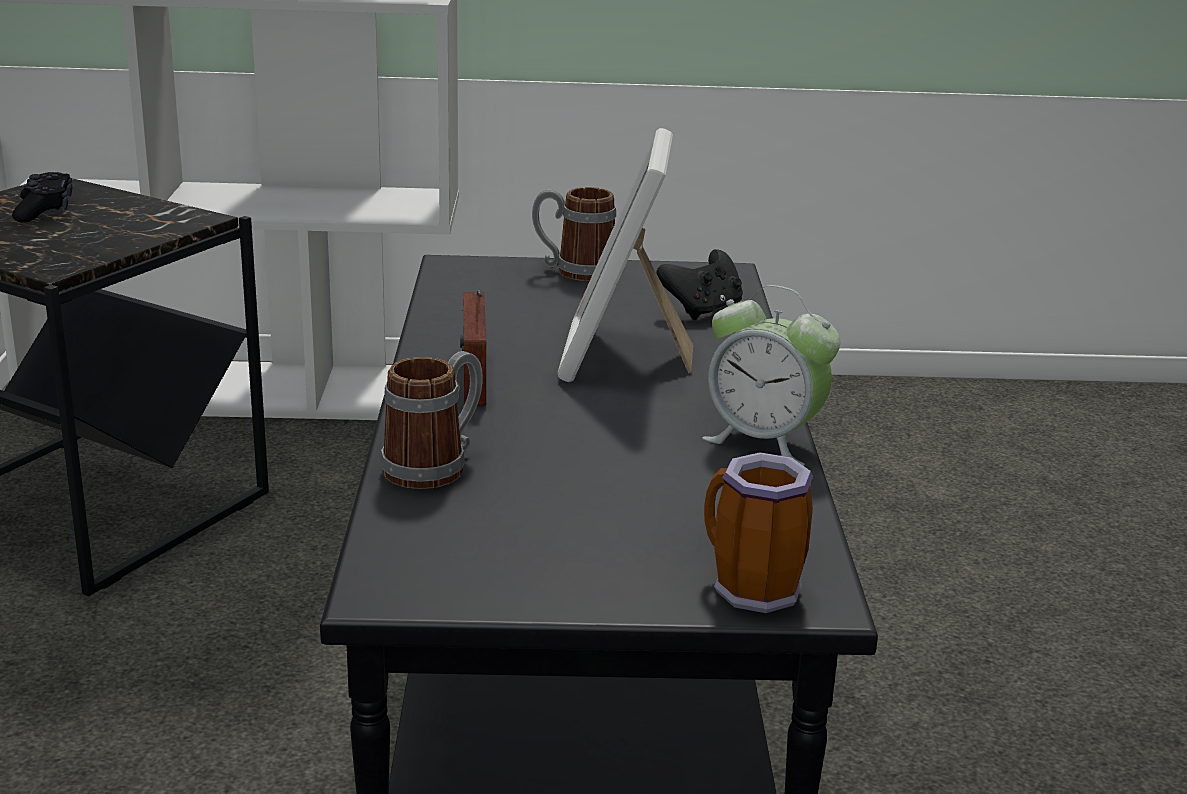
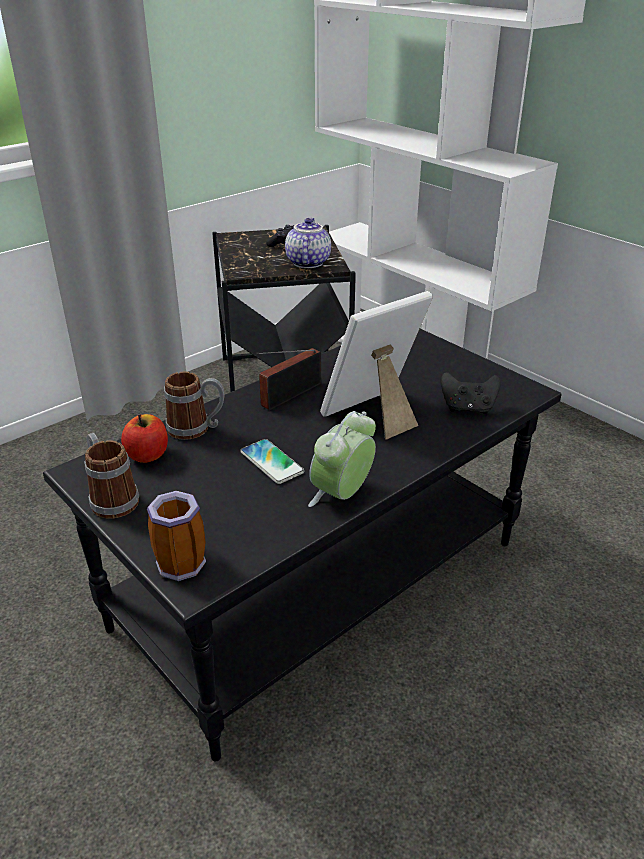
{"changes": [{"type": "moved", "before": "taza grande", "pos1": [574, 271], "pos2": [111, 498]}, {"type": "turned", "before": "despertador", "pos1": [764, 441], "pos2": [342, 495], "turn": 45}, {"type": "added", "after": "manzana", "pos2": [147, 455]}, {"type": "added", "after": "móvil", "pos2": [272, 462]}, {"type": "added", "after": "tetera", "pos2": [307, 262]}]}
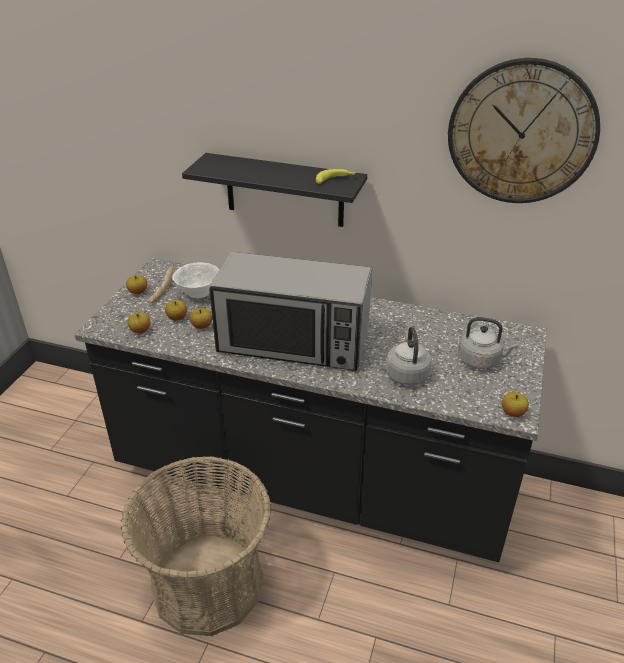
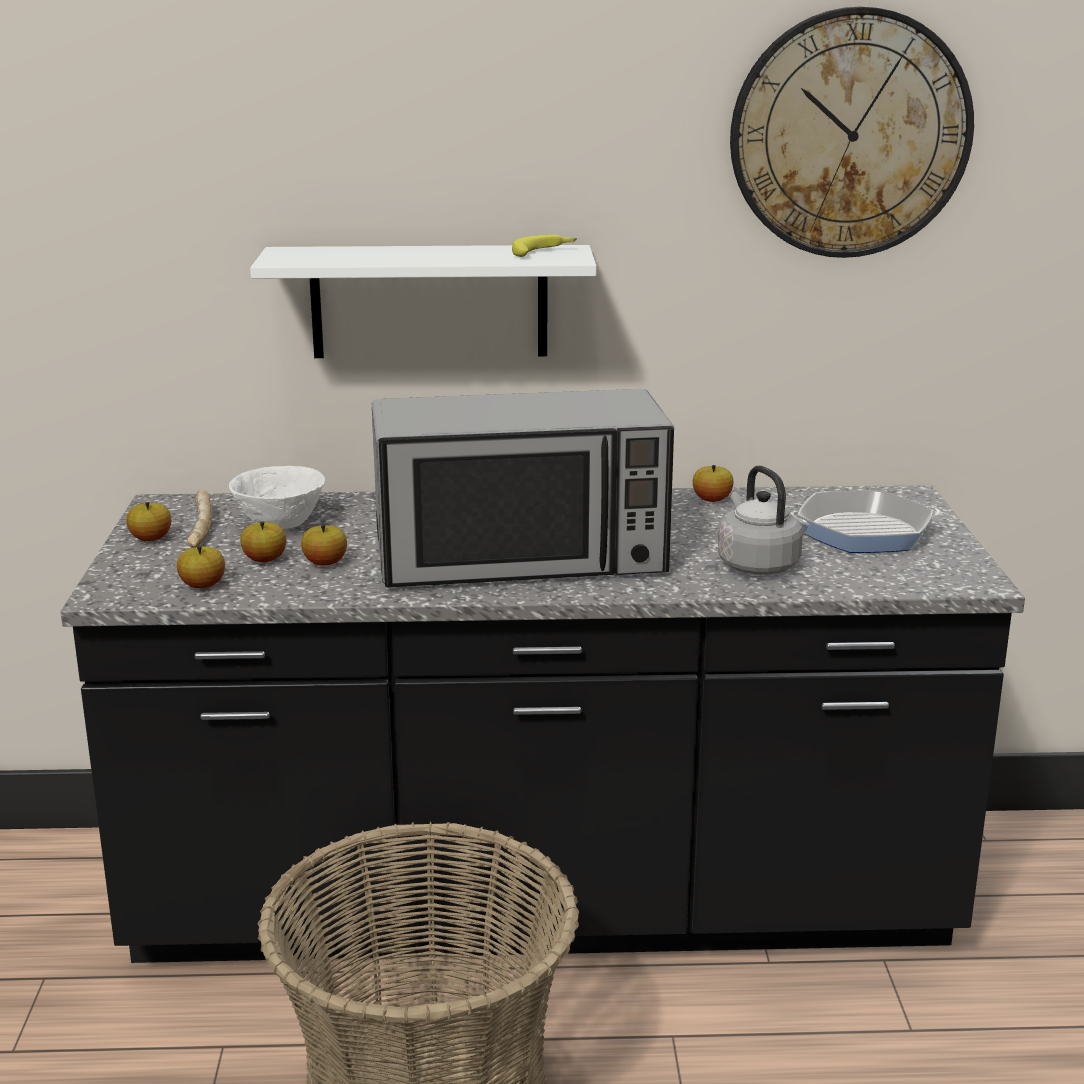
{"changes": [{"type": "recoloured", "before": "estante (negro)", "after": "estante (blanco)", "pos1": [284, 190], "pos2": [429, 301]}, {"type": "replaced", "before": "hervidor (gris)", "after": "sartén", "pos1": [481, 360], "pos2": [863, 532]}, {"type": "moved", "before": "manzana", "pos1": [512, 413], "pos2": [712, 500]}]}
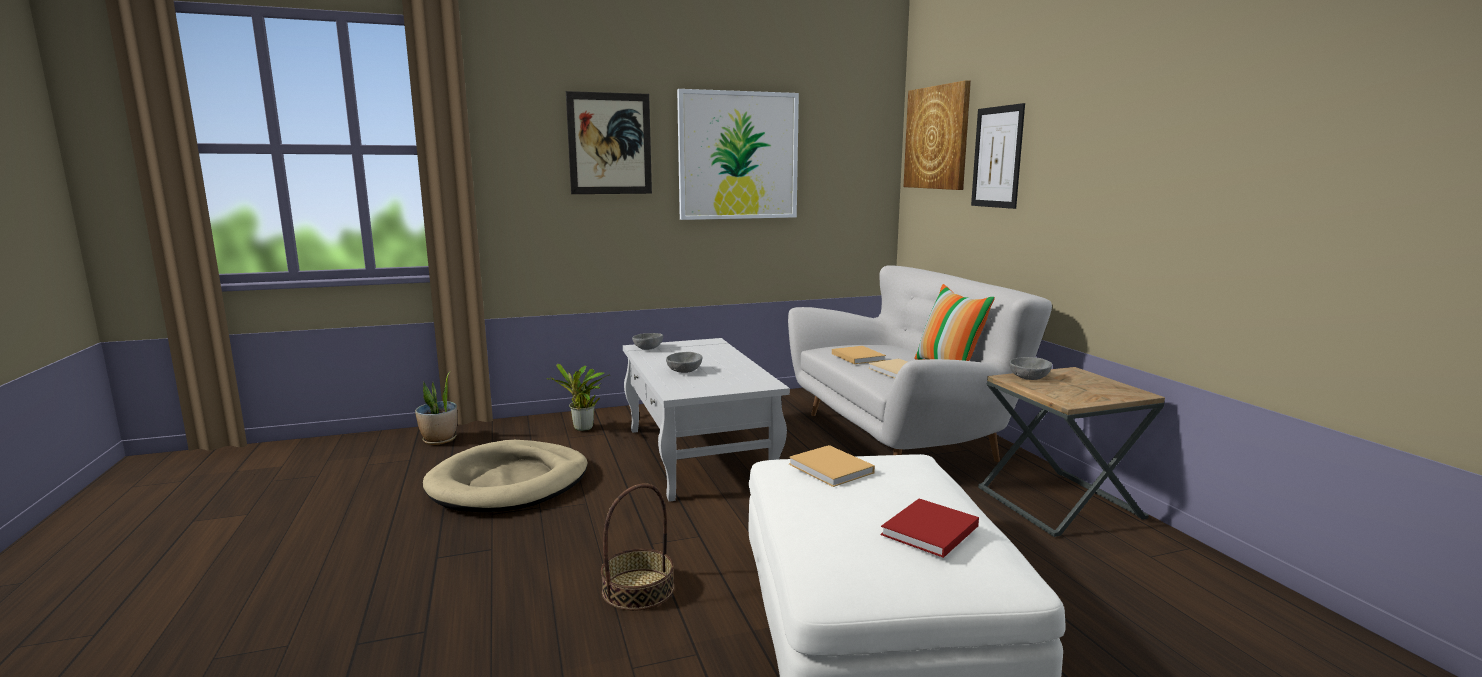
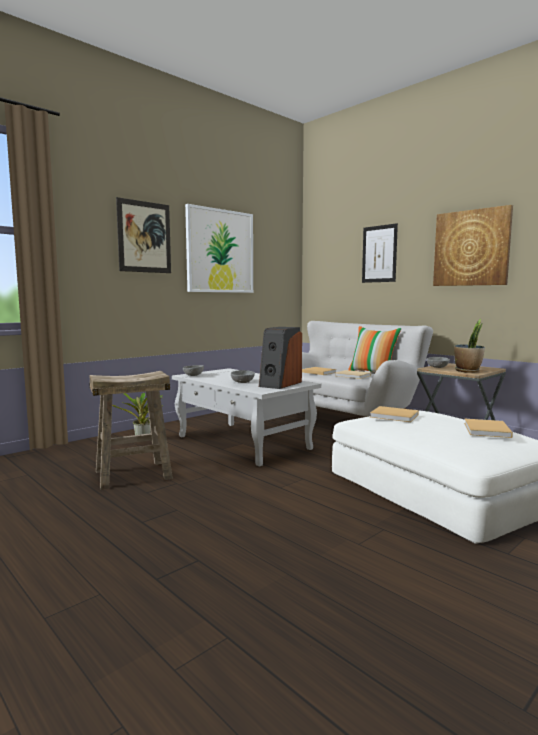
{"changes": [{"type": "moved", "before": "planta en maceta", "pos1": [439, 440], "pos2": [467, 371]}, {"type": "replaced", "before": "cama para perro (beis)", "after": "taburete (beis)", "pos1": [509, 483], "pos2": [133, 474]}, {"type": "removed", "before": "cesta", "pos1": [638, 589]}, {"type": "recoloured", "before": "libro (rojo)", "after": "libro (beis)", "pos1": [928, 531], "pos2": [487, 430]}, {"type": "moved", "before": "cuadro", "pos1": [937, 138], "pos2": [471, 248]}, {"type": "added", "after": "altavoz", "pos2": [280, 384]}]}
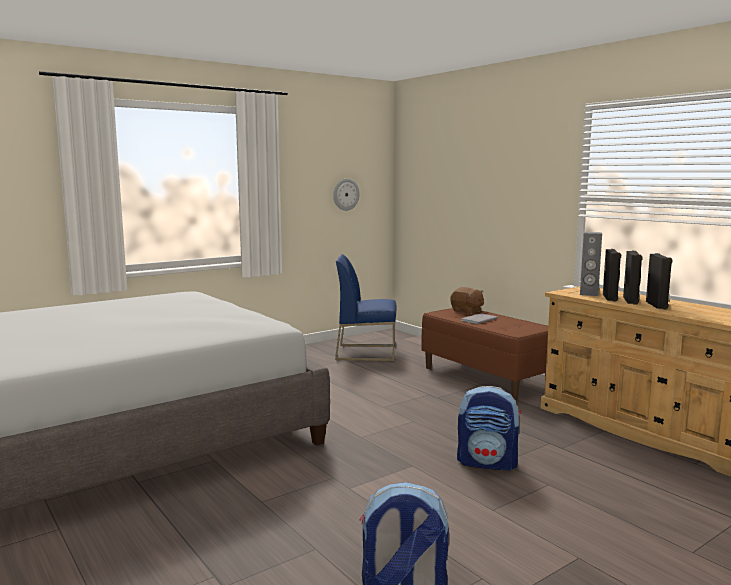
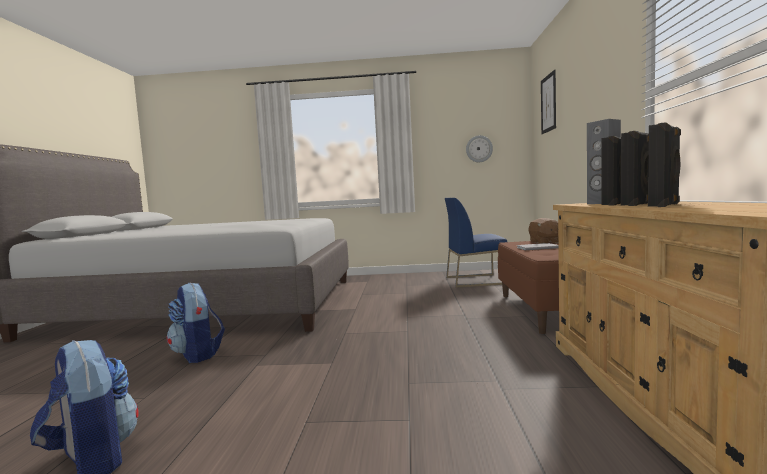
{"changes": [{"type": "turned", "before": "silla (azul)", "pos1": [366, 352], "pos2": [475, 280], "turn": -45}, {"type": "moved", "before": "mochila", "pos1": [487, 463], "pos2": [198, 354]}, {"type": "added", "after": "cuadro", "pos2": [548, 103]}]}
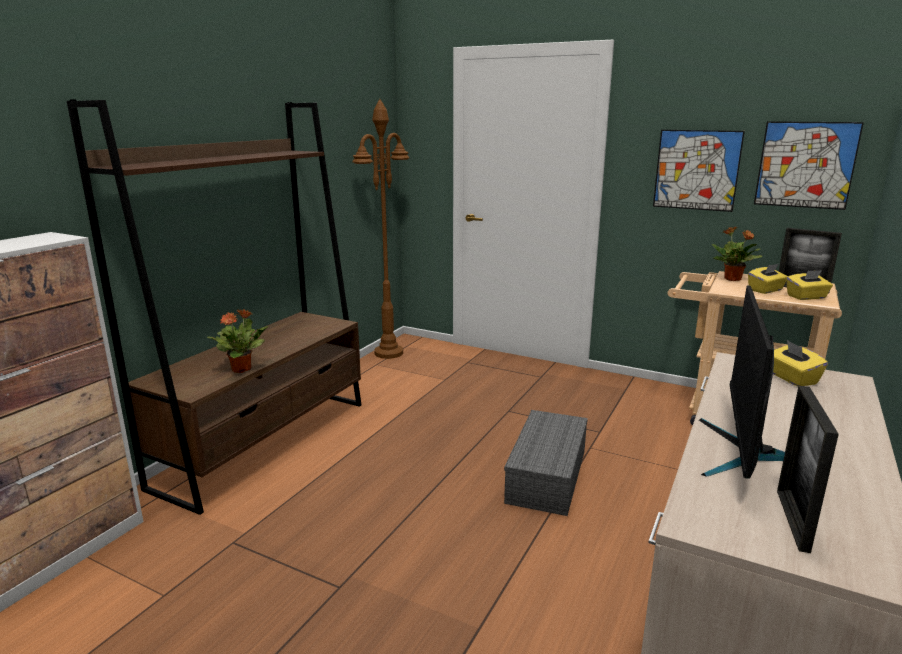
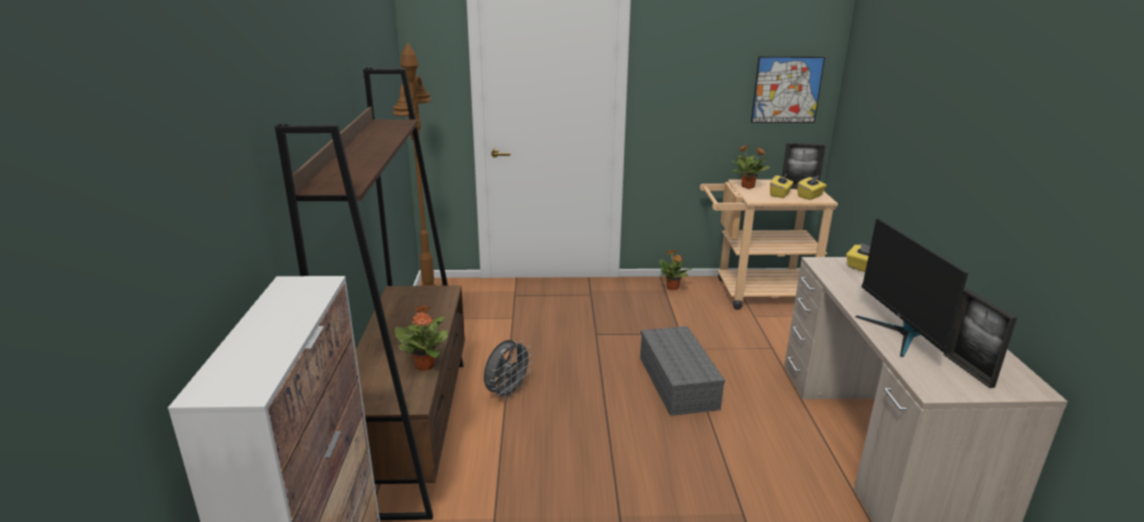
{"changes": [{"type": "removed", "before": "cuadro", "pos1": [696, 170]}, {"type": "added", "after": "ventilador (gris)", "pos2": [507, 393]}, {"type": "added", "after": "planta en maceta", "pos2": [672, 288]}]}
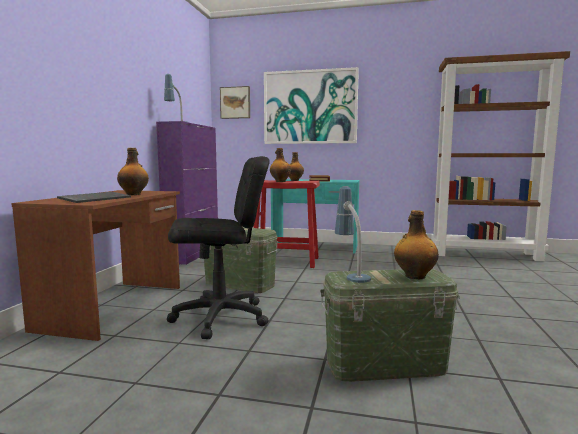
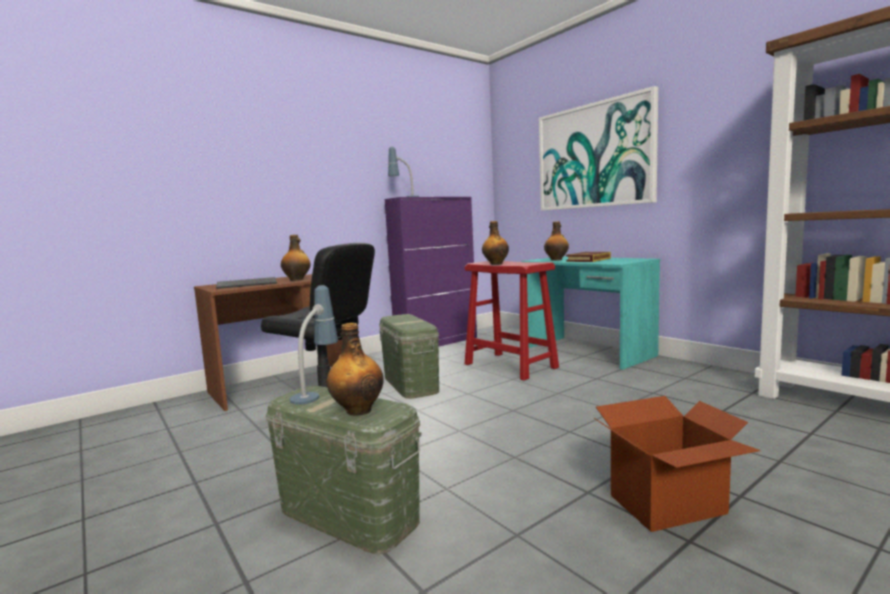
{"changes": [{"type": "removed", "before": "cuadro", "pos1": [235, 103]}, {"type": "added", "after": "caja de cartón", "pos2": [668, 505]}]}
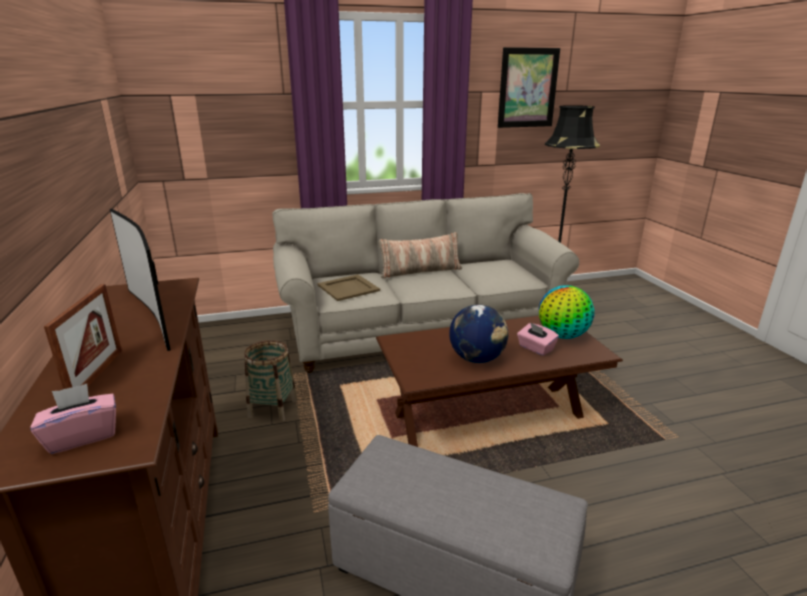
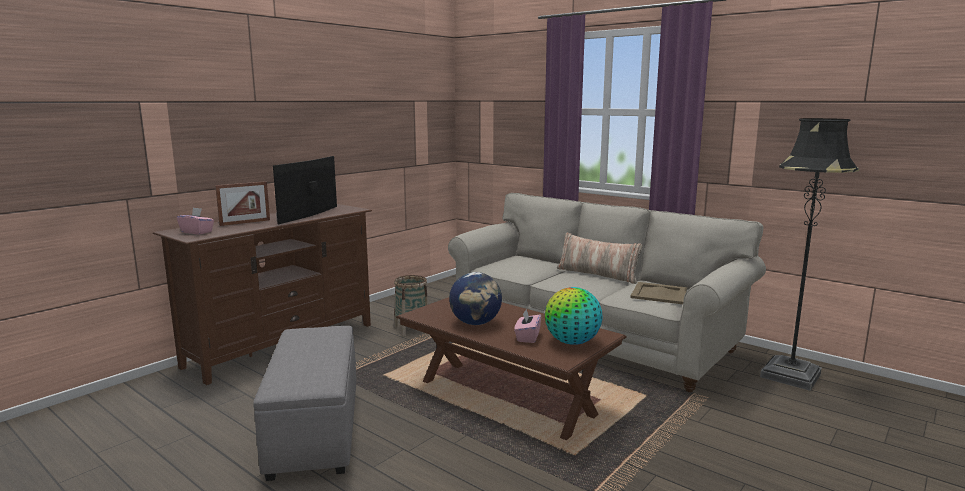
{"changes": [{"type": "moved", "before": "bandeja (beis)", "pos1": [348, 287], "pos2": [659, 293]}, {"type": "removed", "before": "cuadro", "pos1": [527, 88]}]}
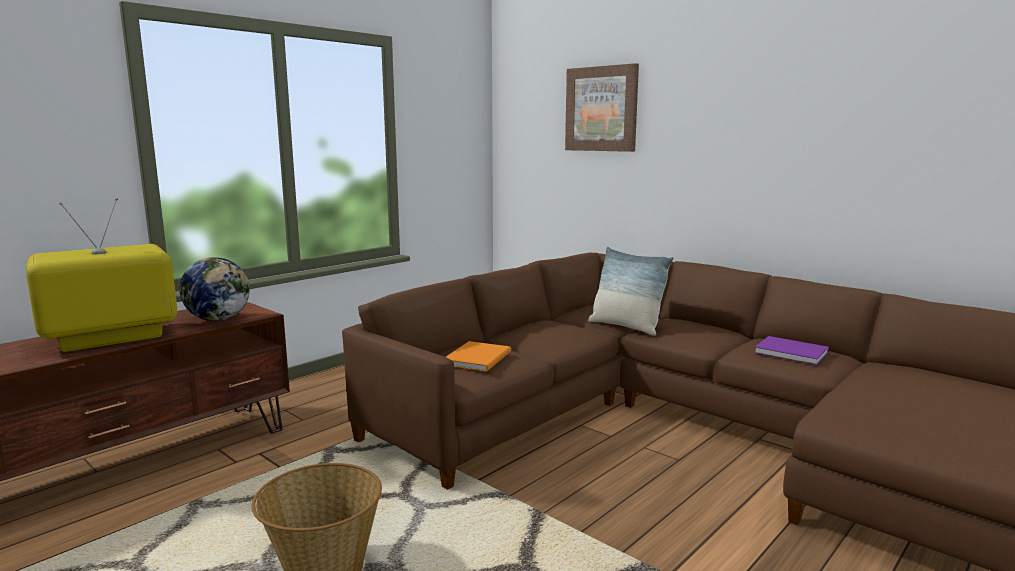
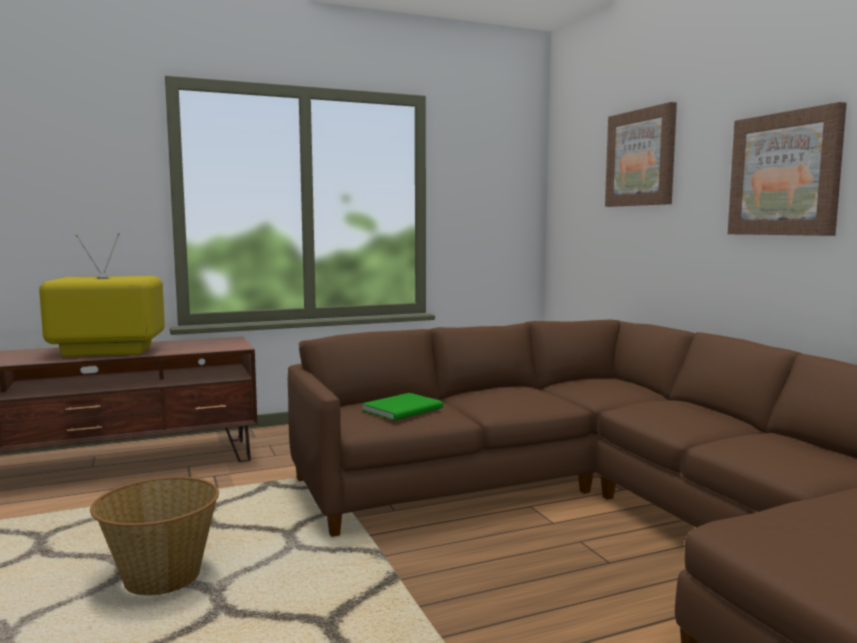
{"changes": [{"type": "removed", "before": "globo terráqueo", "pos1": [219, 319]}, {"type": "recoloured", "before": "libro (naranja)", "after": "libro (verde)", "pos1": [480, 358], "pos2": [405, 409]}, {"type": "removed", "before": "cojín", "pos1": [626, 327]}, {"type": "removed", "before": "libro (morado)", "pos1": [789, 351]}, {"type": "added", "after": "cuadro", "pos2": [784, 174]}]}
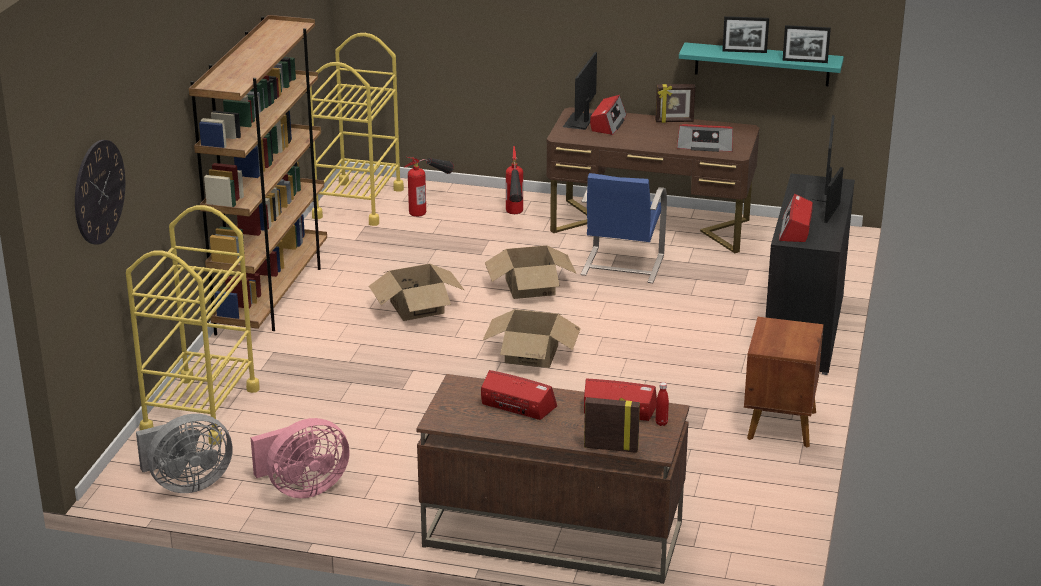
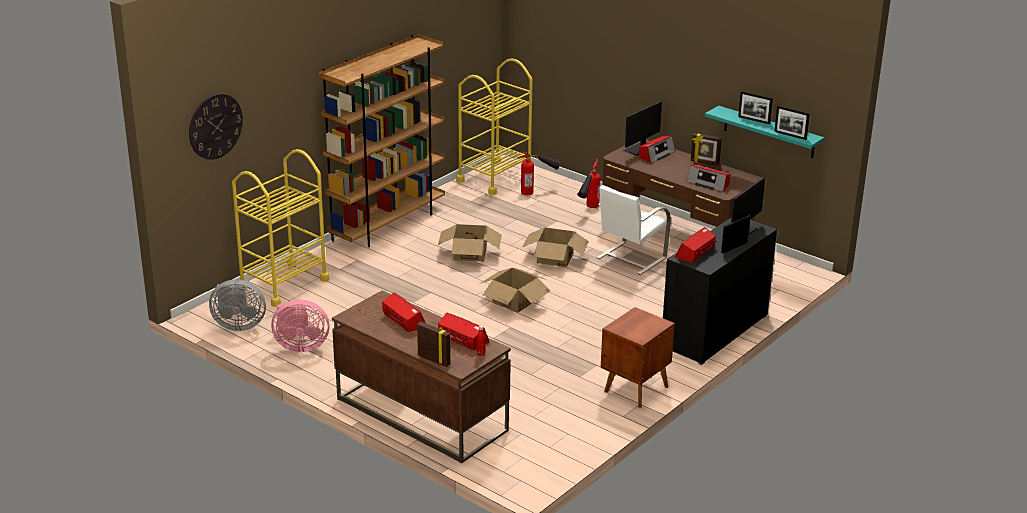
{"changes": [{"type": "recoloured", "before": "silla (azul)", "after": "silla (blanco)", "pos1": [621, 266], "pos2": [630, 258]}]}
